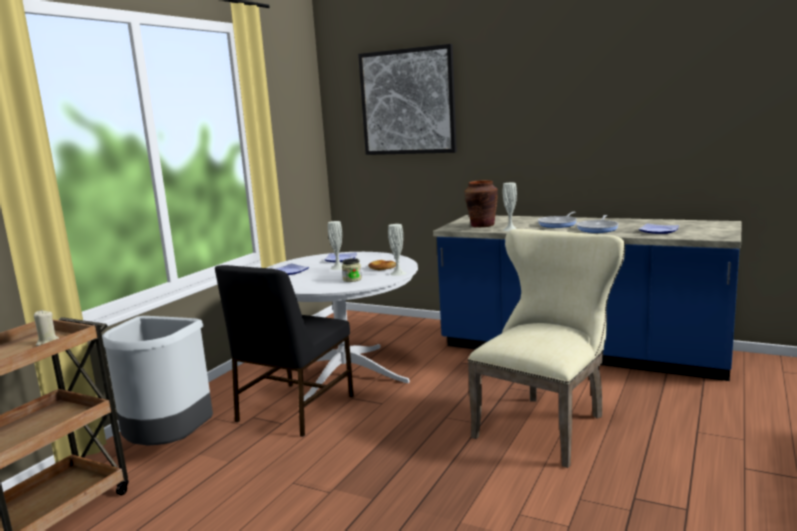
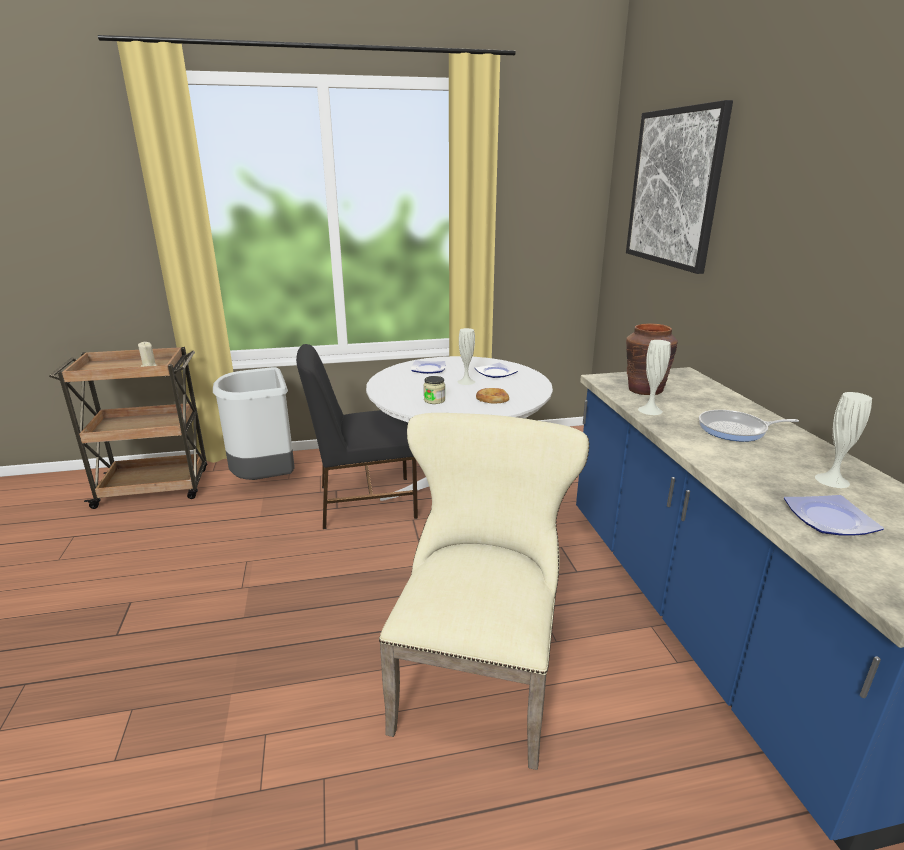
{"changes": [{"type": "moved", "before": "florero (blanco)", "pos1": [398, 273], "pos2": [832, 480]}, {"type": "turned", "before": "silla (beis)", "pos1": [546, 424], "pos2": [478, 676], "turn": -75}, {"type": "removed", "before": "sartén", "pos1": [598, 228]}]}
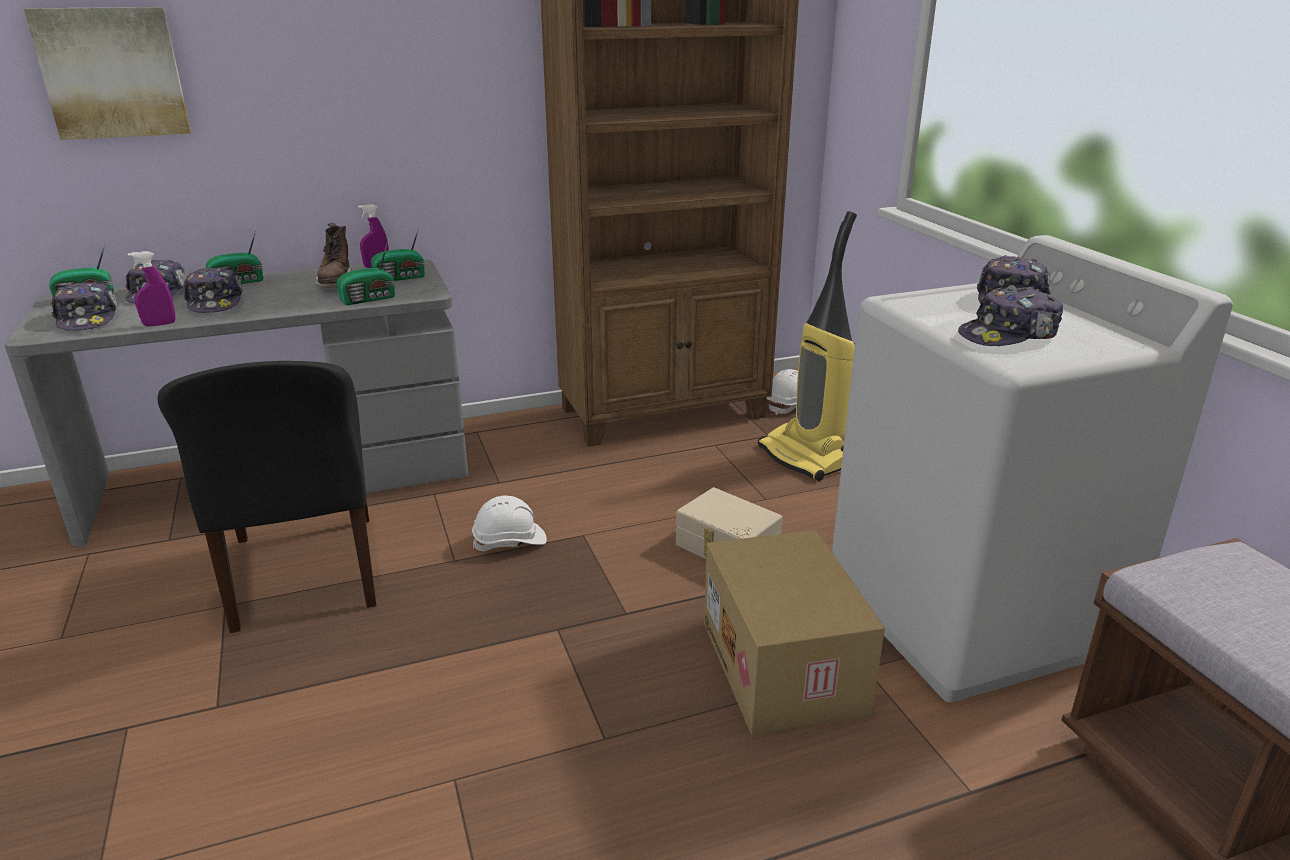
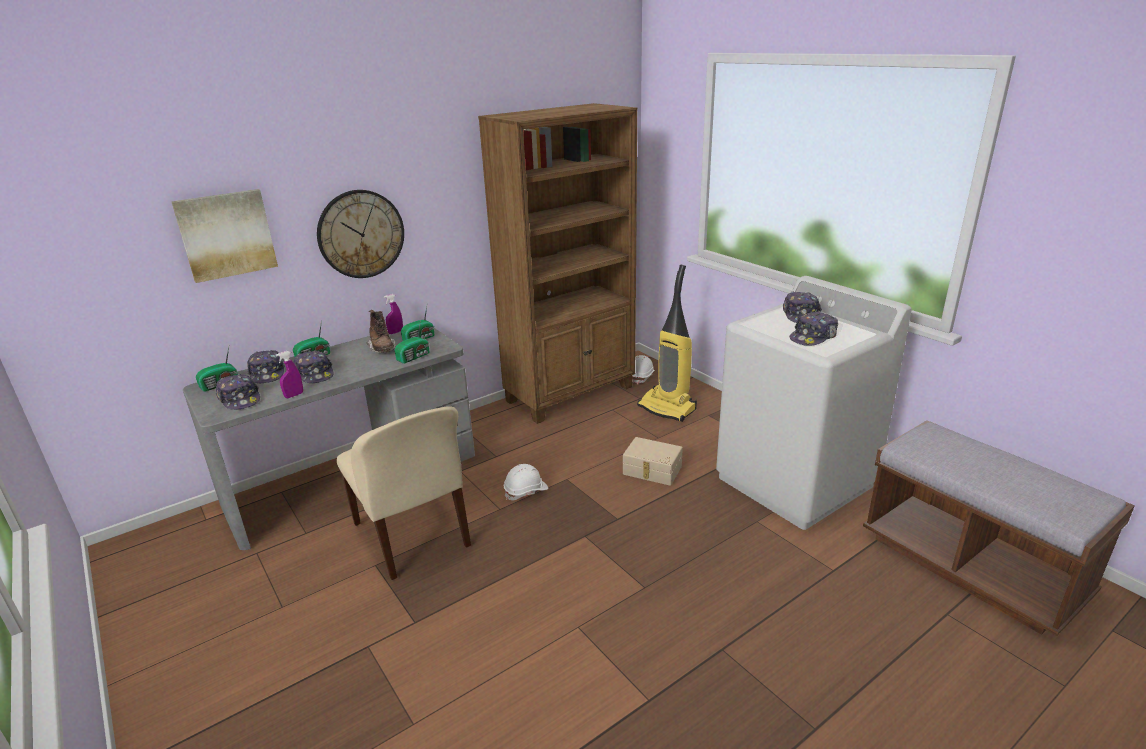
{"changes": [{"type": "recoloured", "before": "silla (negro)", "after": "silla (beis)", "pos1": [304, 574], "pos2": [412, 536]}, {"type": "removed", "before": "caja de cartón", "pos1": [785, 667]}, {"type": "added", "after": "reloj de pared", "pos2": [361, 234]}]}
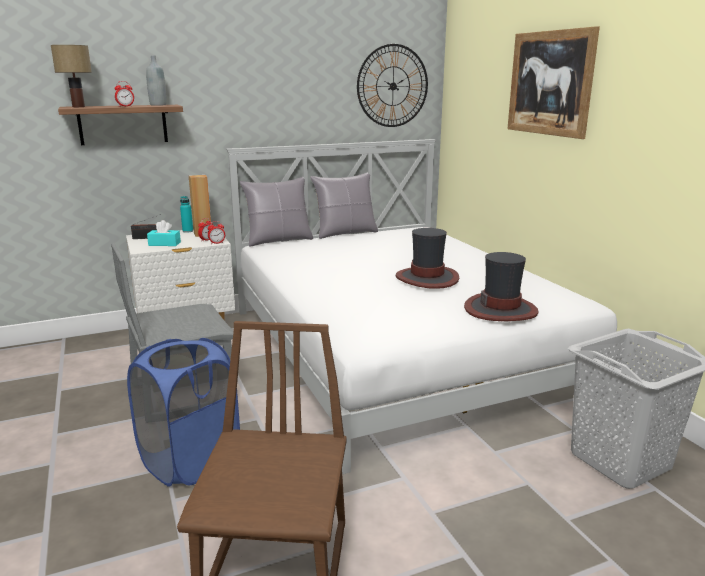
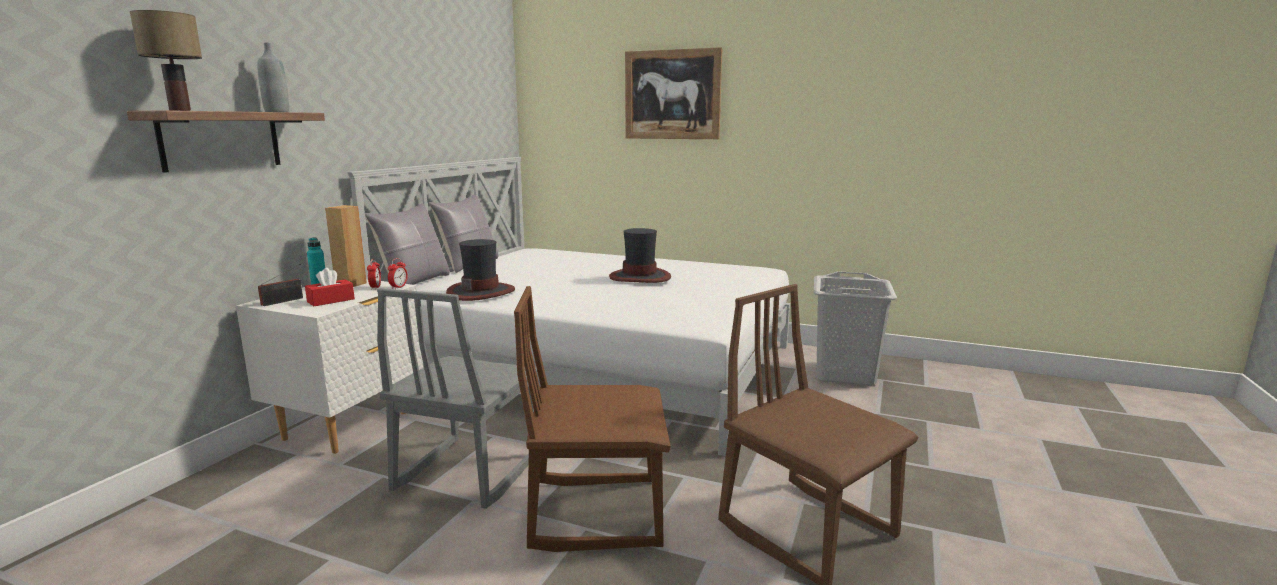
{"changes": [{"type": "removed", "before": "despertador", "pos1": [125, 106]}, {"type": "replaced", "before": "cesto de la ropa (azul)", "after": "silla (marrón)", "pos1": [190, 461], "pos2": [596, 512]}, {"type": "recoloured", "before": "caja de pañuelos (turquesa)", "after": "caja de pañuelos (rojo)", "pos1": [164, 244], "pos2": [331, 300]}, {"type": "removed", "before": "reloj de pared", "pos1": [392, 86]}, {"type": "moved", "before": "sombrero", "pos1": [501, 309], "pos2": [481, 292]}]}
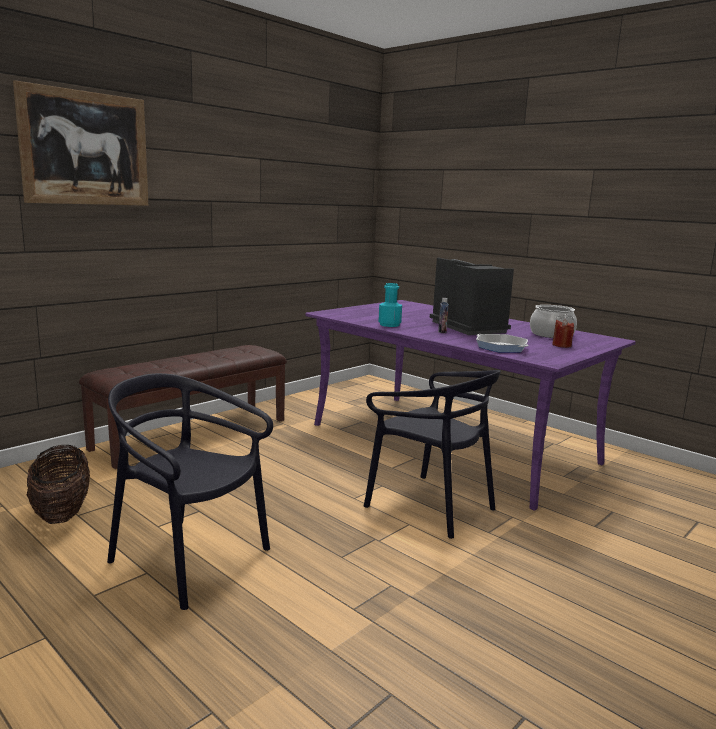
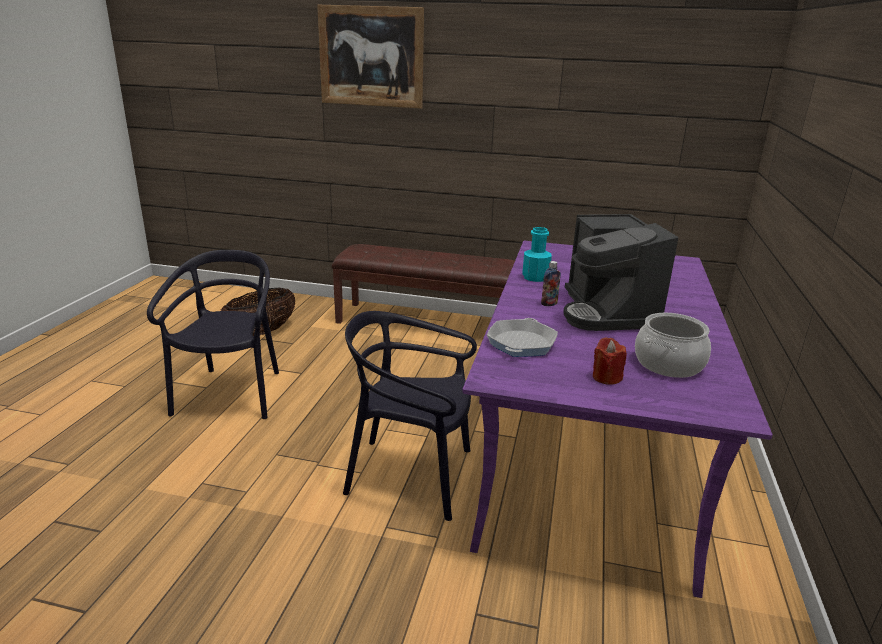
{"changes": [{"type": "turned", "before": "silla (negro)", "pos1": [430, 506], "pos2": [411, 475], "turn": 90}, {"type": "turned", "before": "cafetera", "pos1": [469, 327], "pos2": [608, 312], "turn": 135}]}
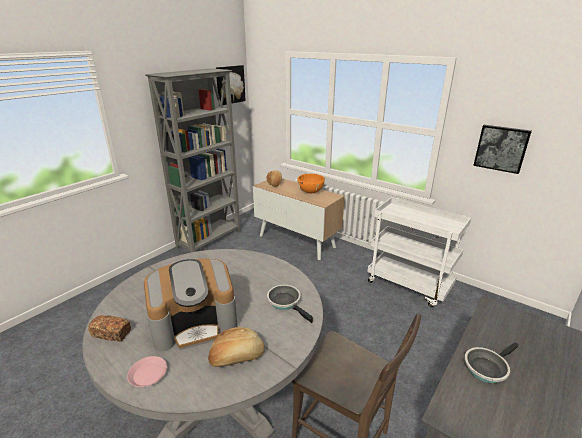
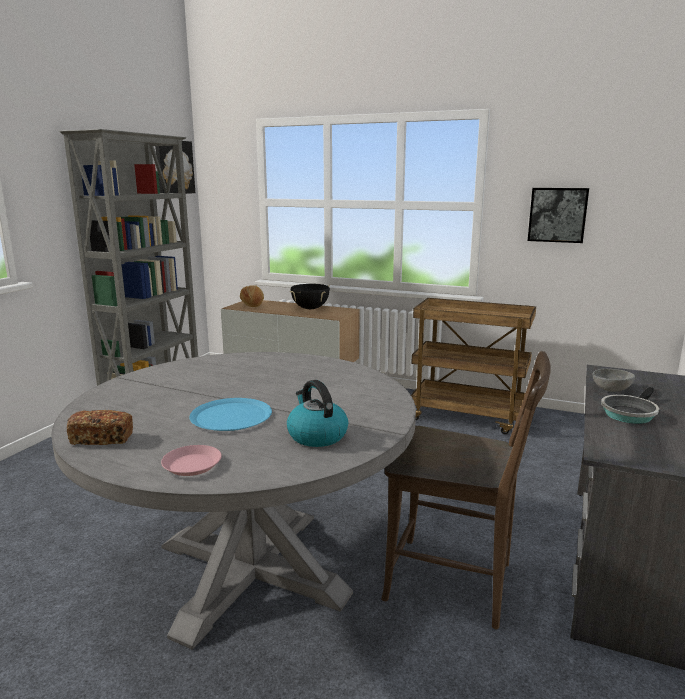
{"changes": [{"type": "replaced", "before": "cafetera", "after": "plato (azul)", "pos1": [195, 323], "pos2": [231, 416]}, {"type": "replaced", "before": "pan", "after": "hervidor", "pos1": [237, 357], "pos2": [316, 435]}, {"type": "removed", "before": "sartén", "pos1": [286, 302]}, {"type": "recoloured", "before": "olla (naranja)", "after": "olla (negro)", "pos1": [310, 192], "pos2": [310, 308]}, {"type": "recoloured", "before": "carrito (blanco)", "after": "carrito (marrón)", "pos1": [409, 285], "pos2": [468, 416]}, {"type": "added", "after": "cuenco (gris)", "pos2": [610, 389]}]}
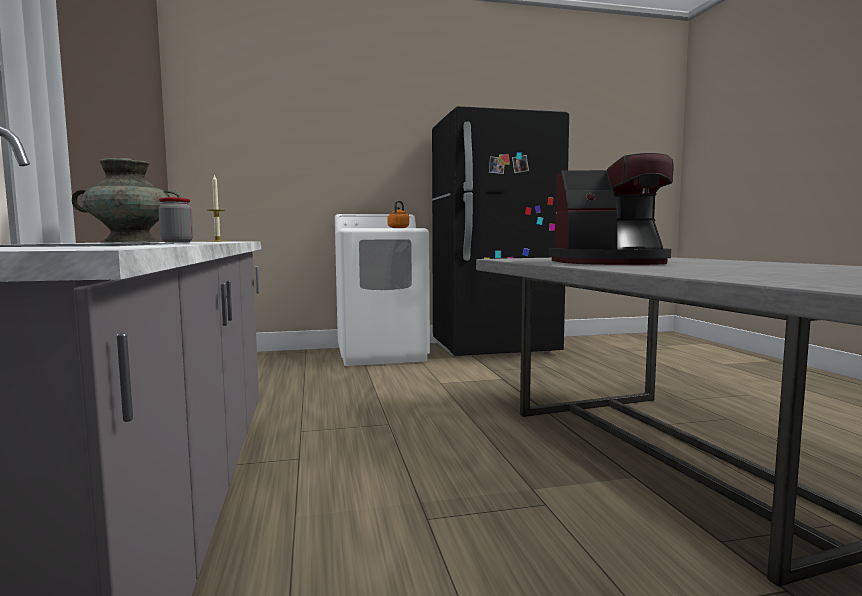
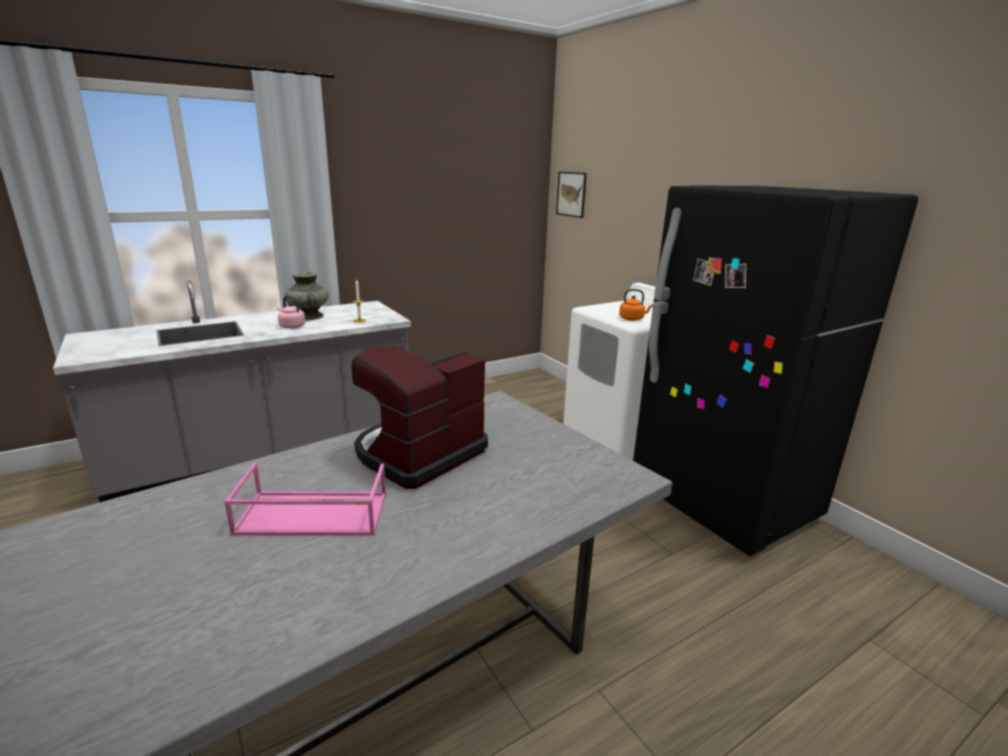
{"changes": [{"type": "replaced", "before": "tarro", "after": "hervidor (rosa)", "pos1": [177, 242], "pos2": [291, 326]}, {"type": "turned", "before": "cafetera", "pos1": [610, 262], "pos2": [418, 454], "turn": 60}, {"type": "added", "after": "bandeja (rosa)", "pos2": [311, 514]}, {"type": "added", "after": "cuadro", "pos2": [571, 194]}]}
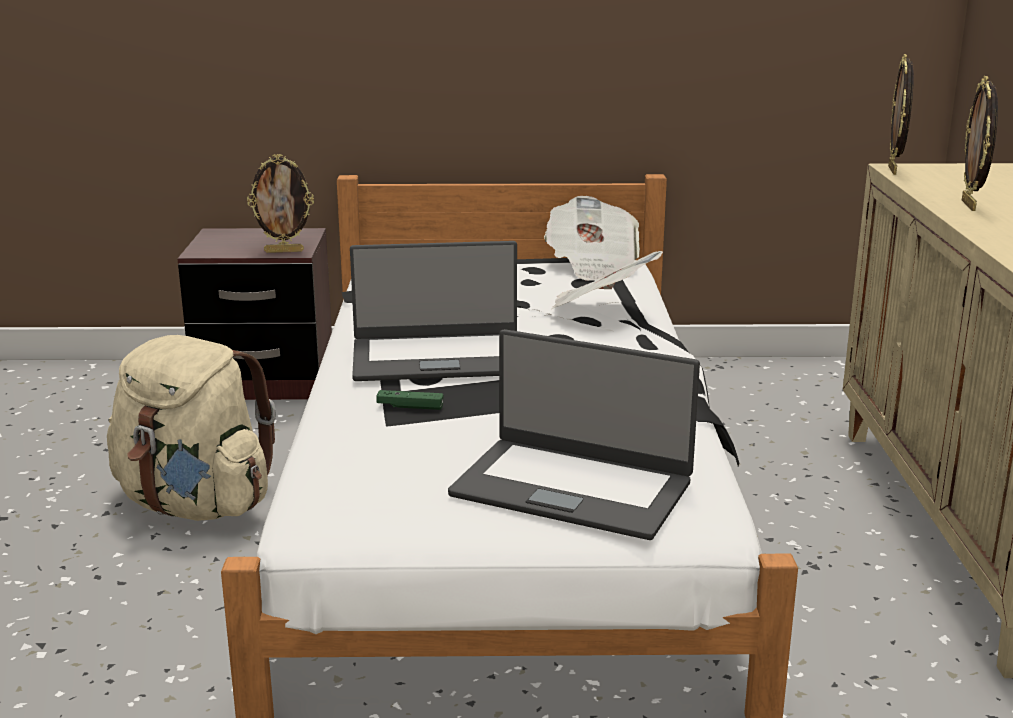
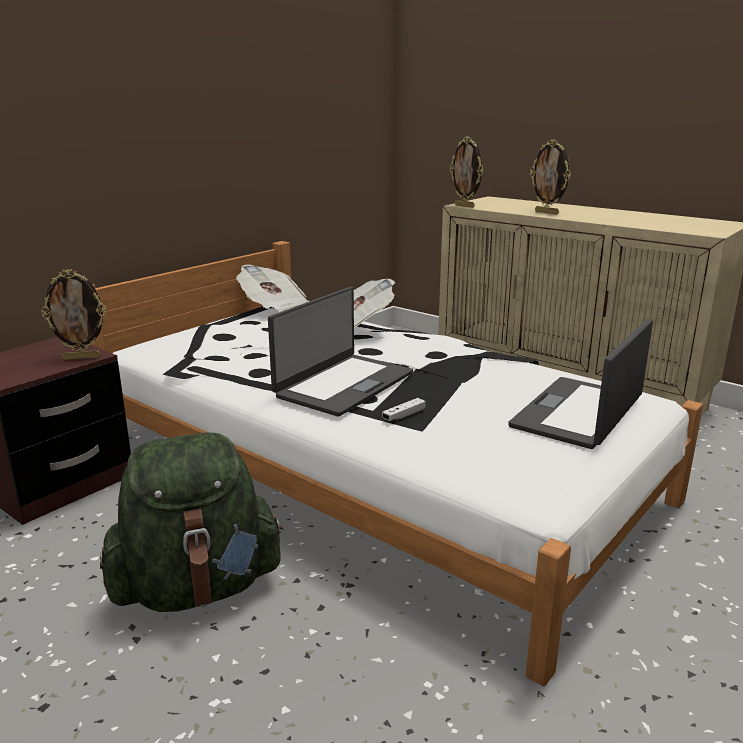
{"changes": [{"type": "recoloured", "before": "mochila (beis)", "after": "mochila (verde)", "pos1": [196, 505], "pos2": [198, 588]}, {"type": "turned", "before": "portarretratos", "pos1": [284, 251], "pos2": [82, 357], "turn": 45}, {"type": "recoloured", "before": "mando de consola (verde)", "after": "mando de consola (blanco)", "pos1": [410, 407], "pos2": [404, 415]}, {"type": "turned", "before": "portátil", "pos1": [572, 487], "pos2": [579, 413], "turn": 150}]}
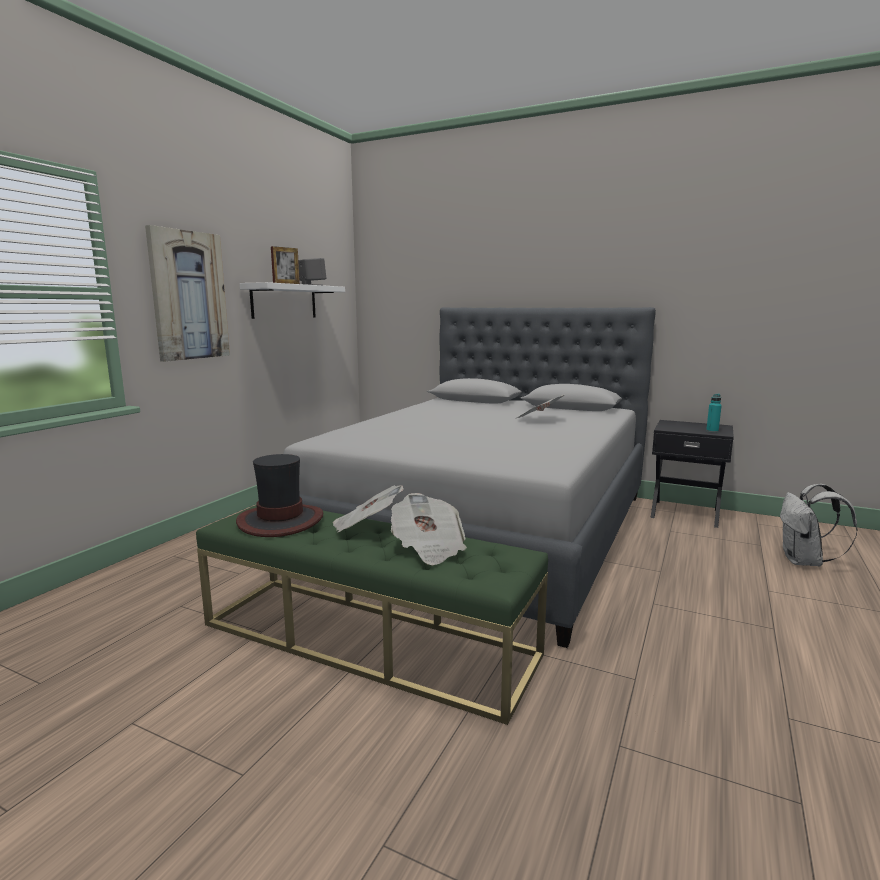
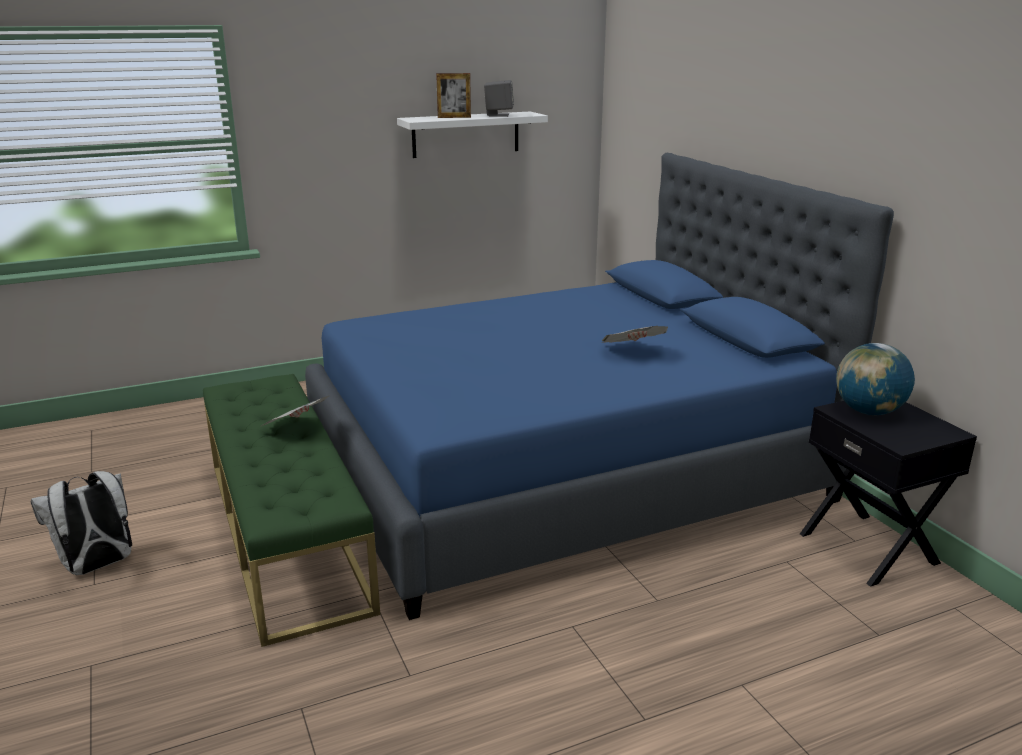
{"changes": [{"type": "removed", "before": "cuadro", "pos1": [189, 296]}, {"type": "removed", "before": "sombrero", "pos1": [280, 521]}, {"type": "recoloured", "before": "cama (gris)", "after": "cama (azul)", "pos1": [485, 529], "pos2": [563, 470]}, {"type": "removed", "before": "periódico", "pos1": [428, 548]}, {"type": "removed", "before": "botella (turquesa)", "pos1": [712, 431]}, {"type": "moved", "before": "mochila (blanco)", "pos1": [804, 562], "pos2": [98, 566]}, {"type": "added", "after": "globo terráqueo", "pos2": [868, 411]}]}
